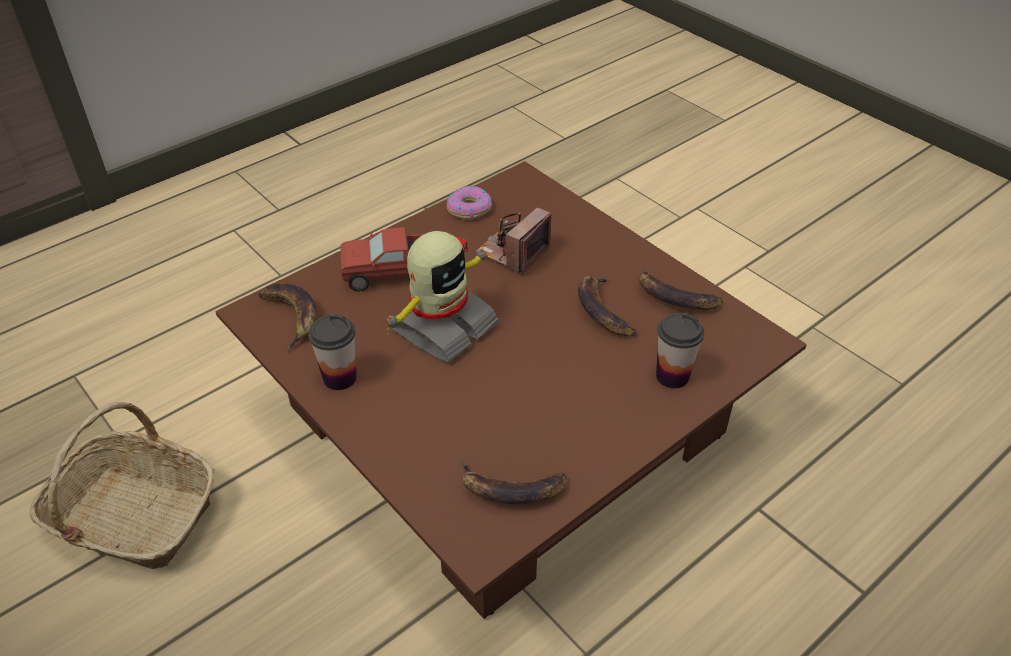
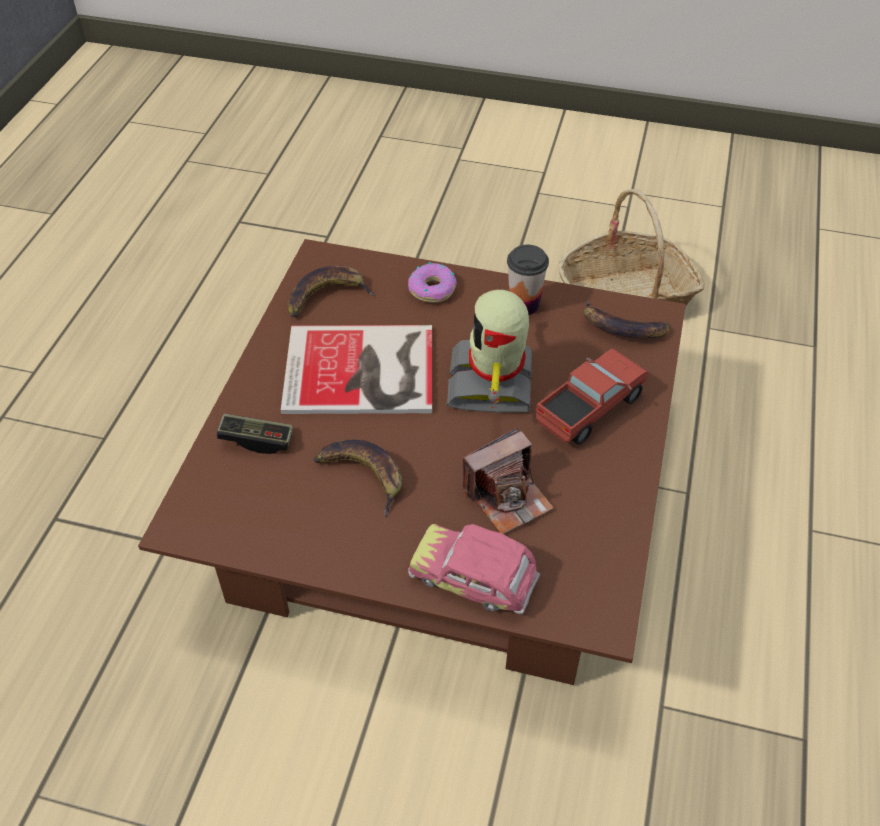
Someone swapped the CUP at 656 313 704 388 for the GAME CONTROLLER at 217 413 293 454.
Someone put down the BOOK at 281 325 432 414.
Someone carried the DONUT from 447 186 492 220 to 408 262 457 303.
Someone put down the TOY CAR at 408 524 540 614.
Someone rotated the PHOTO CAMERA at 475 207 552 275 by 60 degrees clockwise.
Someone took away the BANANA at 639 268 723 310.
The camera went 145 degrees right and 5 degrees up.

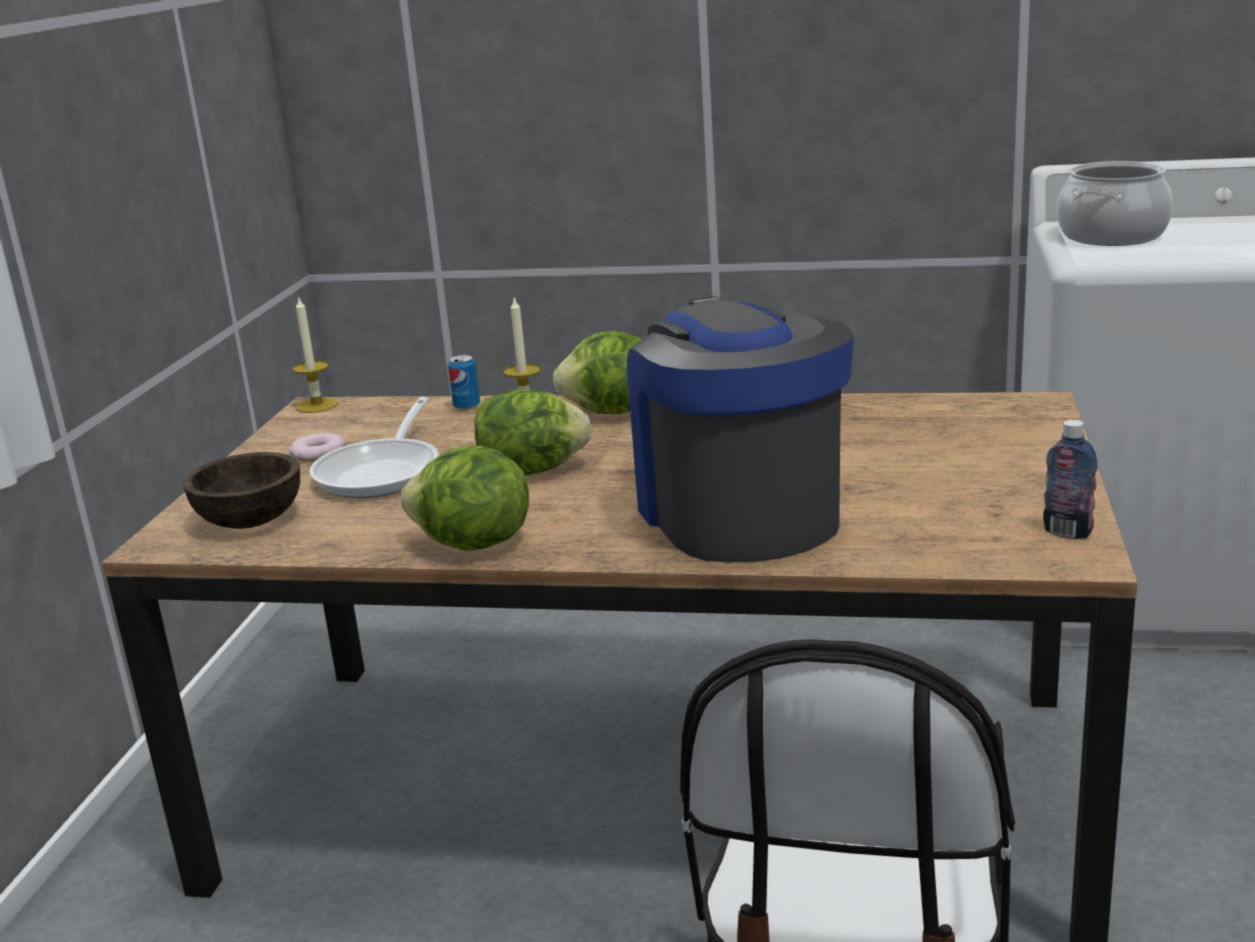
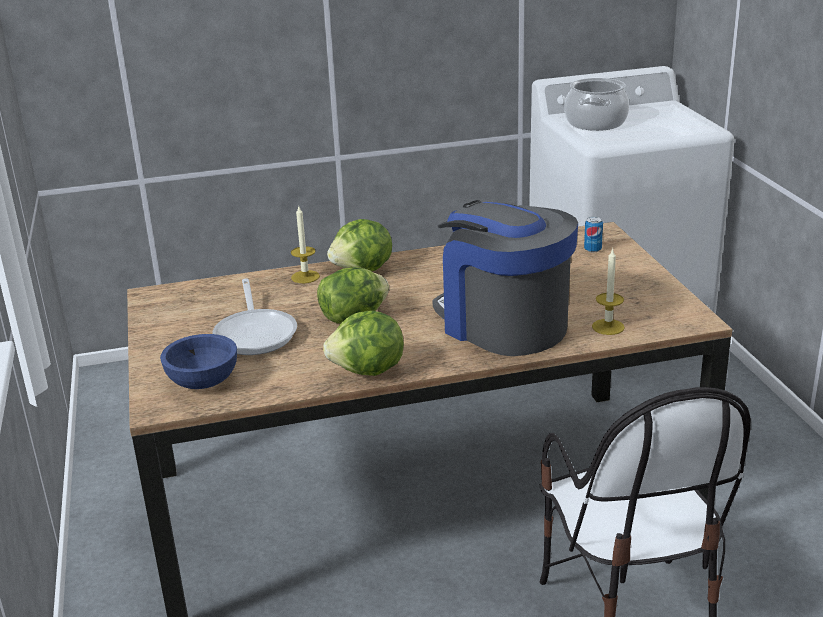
Someone repainted the BROWN BOWL at 183 452 300 529, which became the BLUE BOWL at 160 334 237 389.
Someone carried the CAN from 448 355 480 410 to 584 217 603 252.
Someone carried the CANDLE from 292 296 338 413 to 592 248 625 335.
Someone took away the DONUT at 289 433 345 462.
Someone took away the BOTTLE at 1043 420 1098 539.
The camera went 25 degrees left and 5 degrees up.

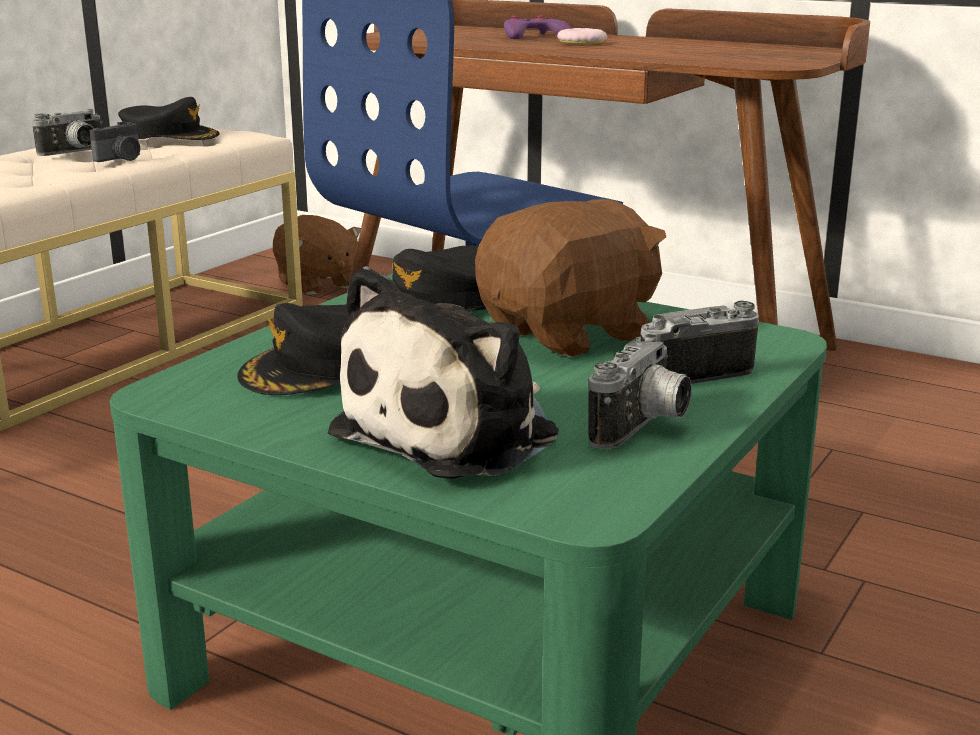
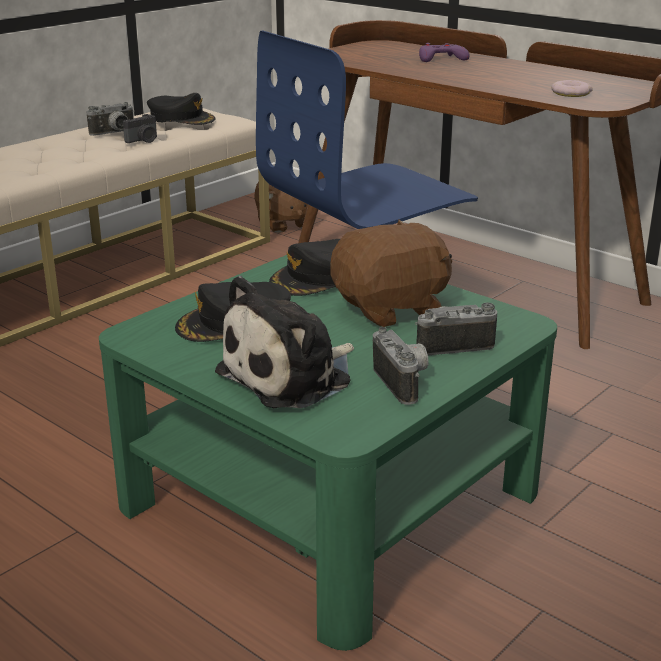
Someone rotated the PHOTO CAMERA at 588 334 692 449 by 60 degrees counterclockwise.
Someone carried the DONUT from 557 28 607 45 to 551 80 593 97.
The camera went 10 degrees right and 5 degrees up.

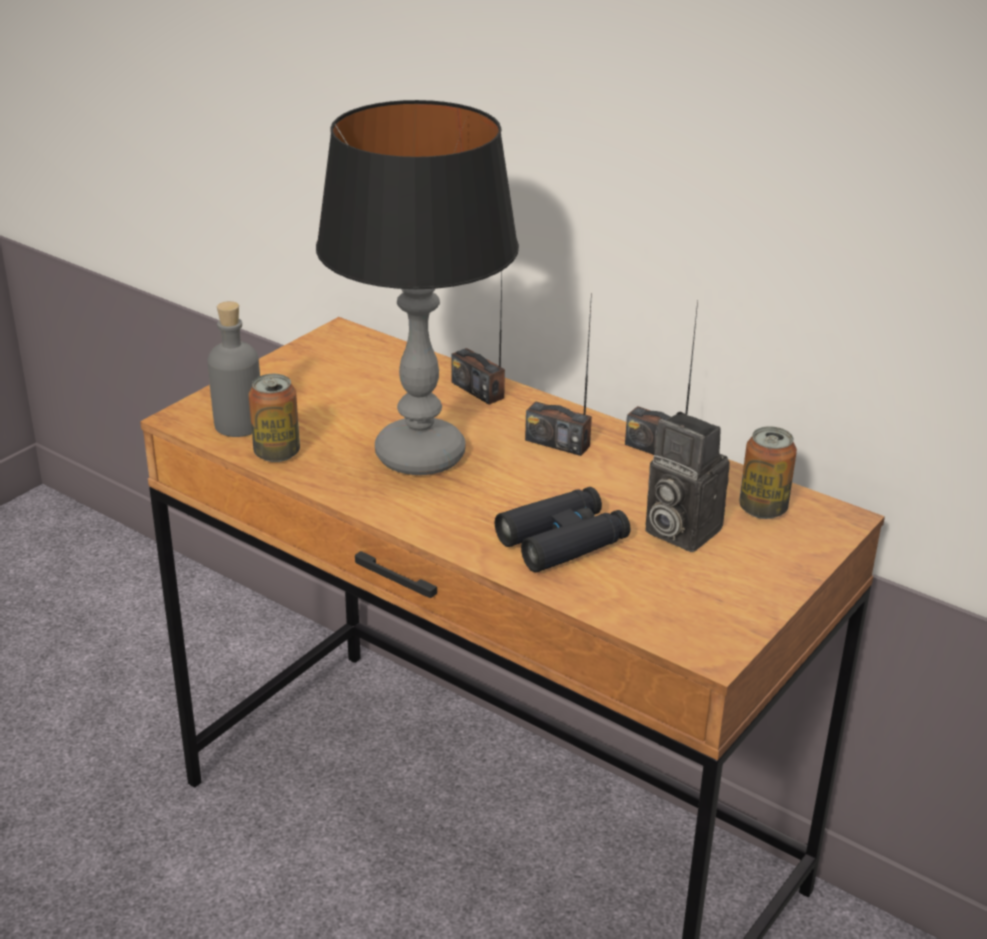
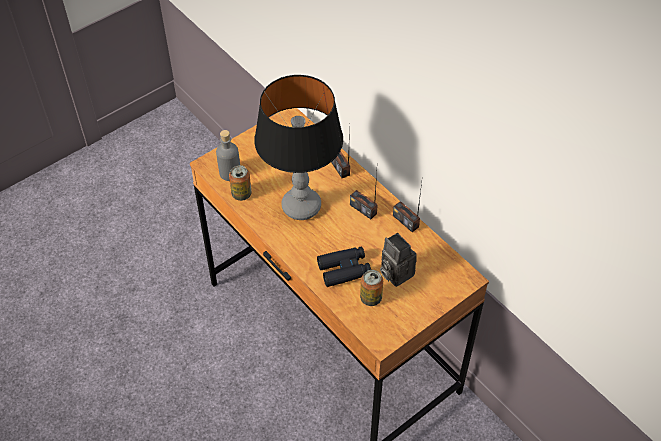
Someone carried the CAN from 739 426 797 519 to 360 270 383 306.
The camera went 15 degrees right and 20 degrees up.

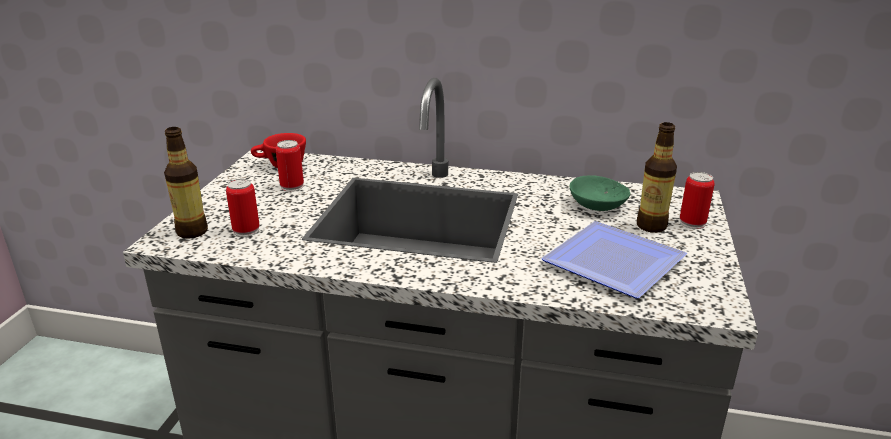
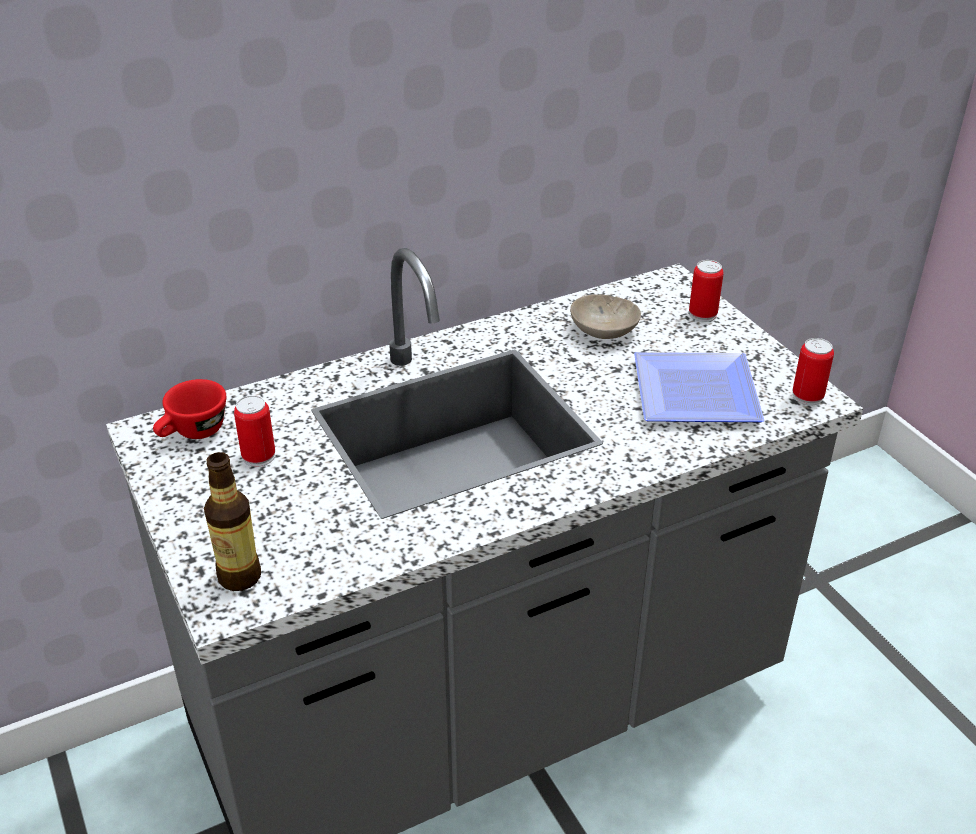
Someone repainted the GREEN BOWL at 569 175 630 211, which became the BEIGE BOWL at 570 294 641 339.
Someone carried the CAN from 226 179 260 237 to 793 338 834 405.
Someone took away the BOTTLE at 637 122 677 233.
The camera went 40 degrees left and 10 degrees up.

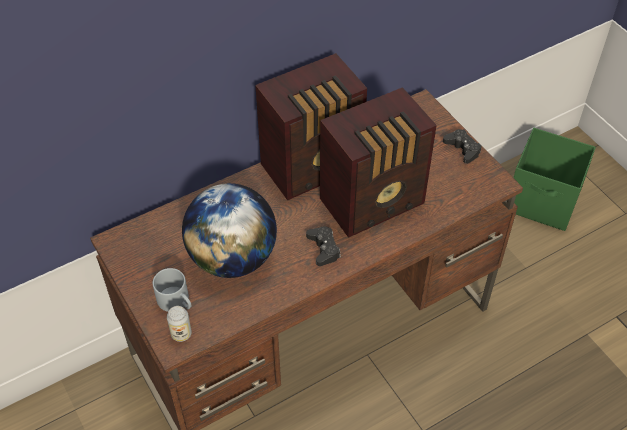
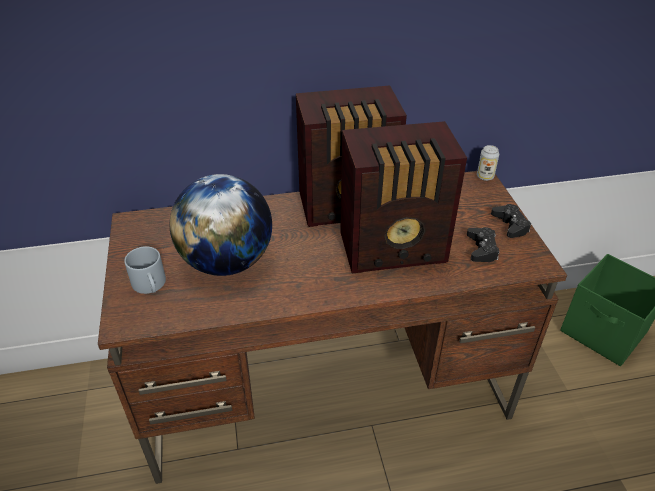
Someone carried the BLACK GAME CONTROLLER from 306 226 341 266 to 467 227 499 262.
Someone carried the CAN from 167 306 192 342 to 477 145 499 181.
The camera went 20 degrees right and 10 degrees down.

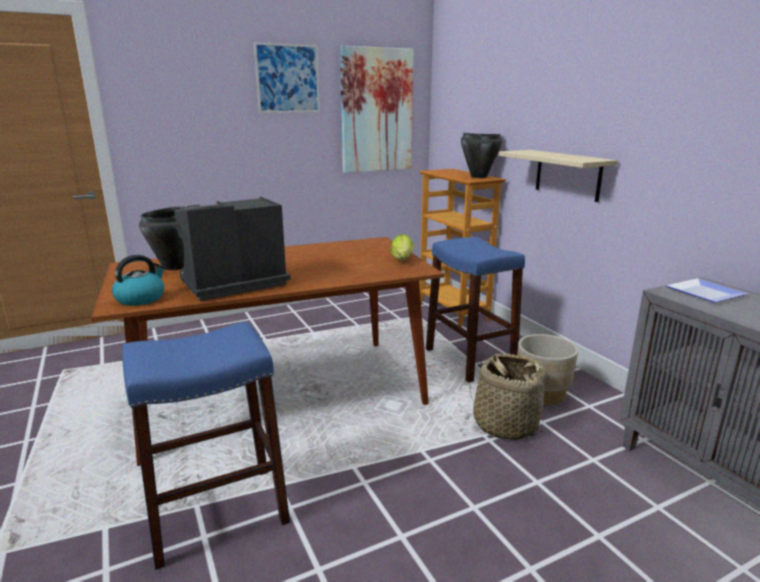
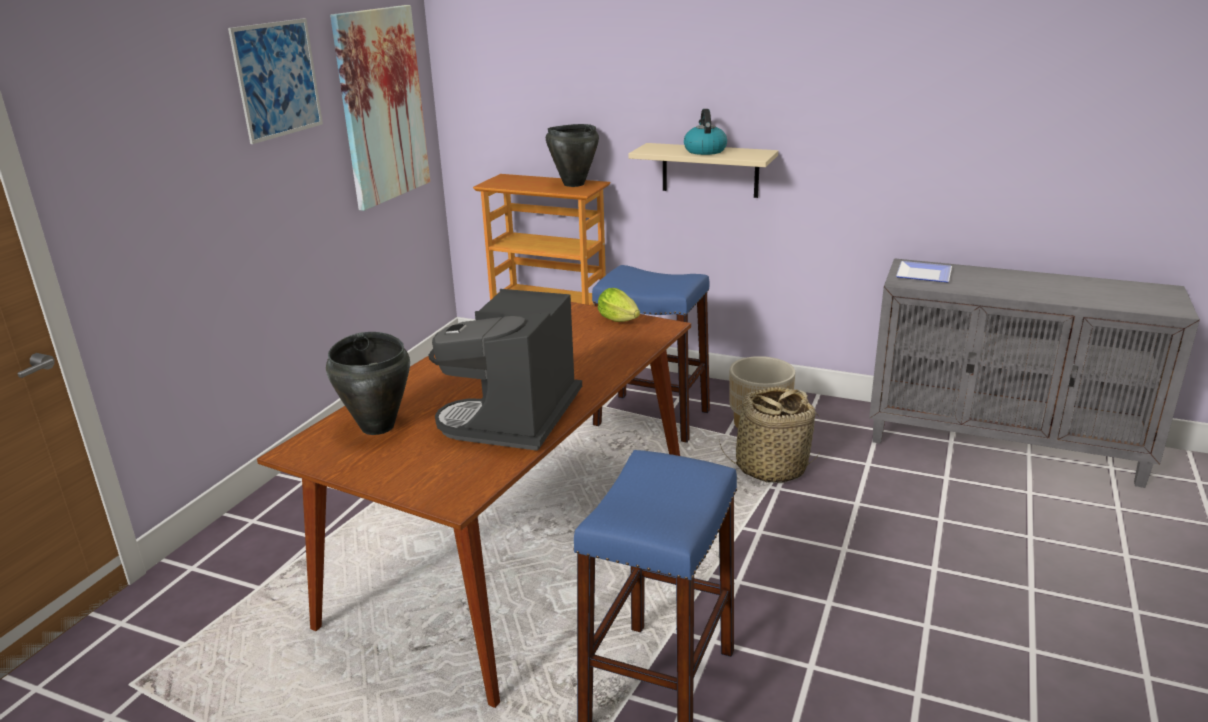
Someone carried the KETTLE from 112 255 166 306 to 684 109 727 155.
The camera went 40 degrees left and 5 degrees up.

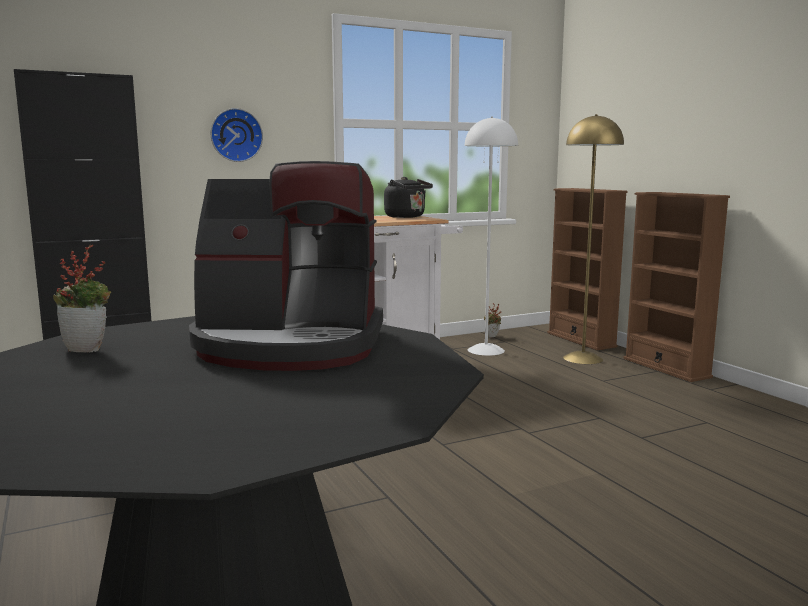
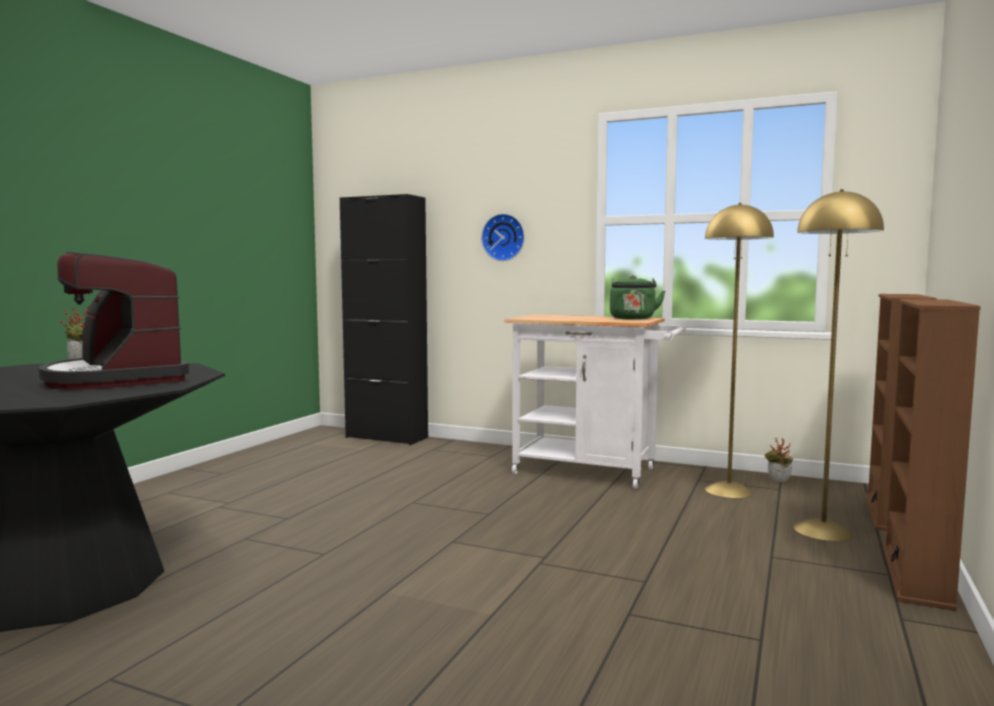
Someone repainted the BLACK KETTLE at 384 177 433 218, which became the GREEN KETTLE at 610 275 665 319.
Someone repainted the WHITE FLOOR LAMP at 465 116 518 356, which became the YELLOW FLOOR LAMP at 705 203 774 498.
The camera went 50 degrees right and 5 degrees down.

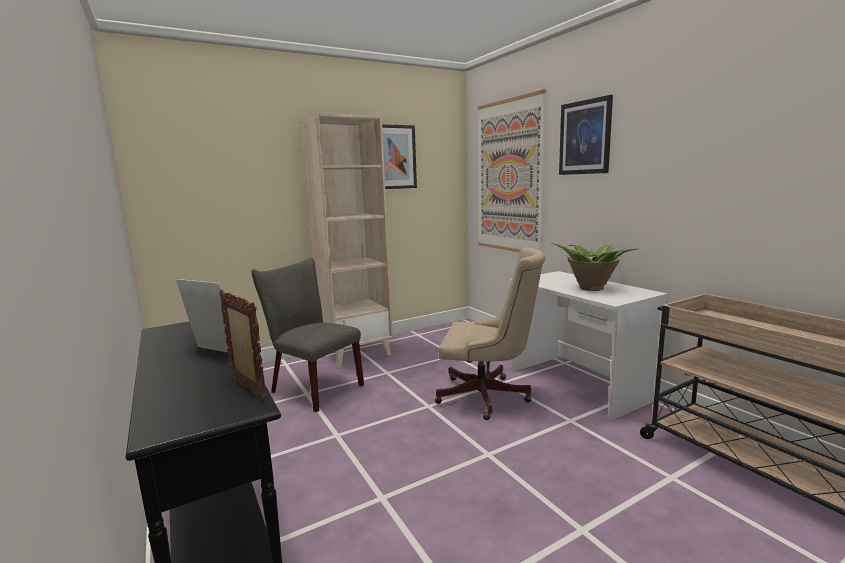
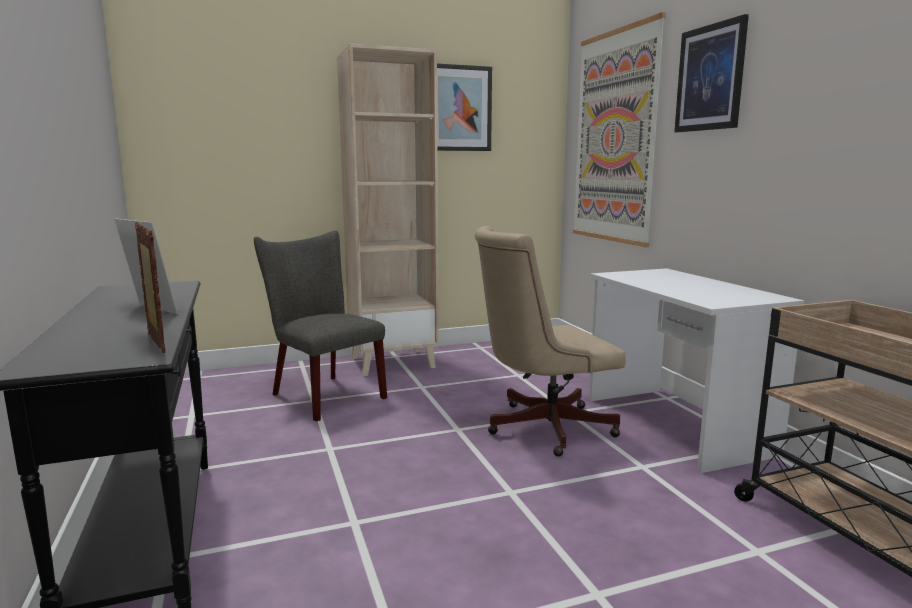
Someone rotated the BEIGE OFFICE CHAIR at 435 247 546 420 by 135 degrees clockwise.
Someone took away the POTTED PLANT at 551 243 637 291.
The camera went 10 degrees right and 0 degrees up.

